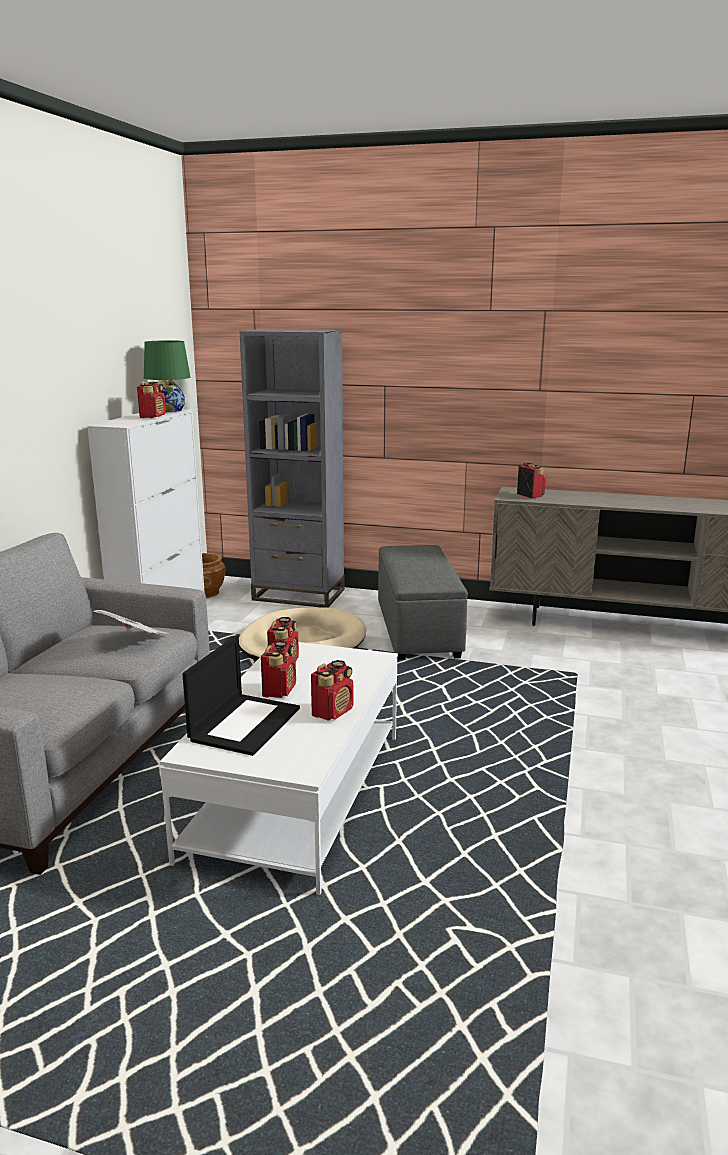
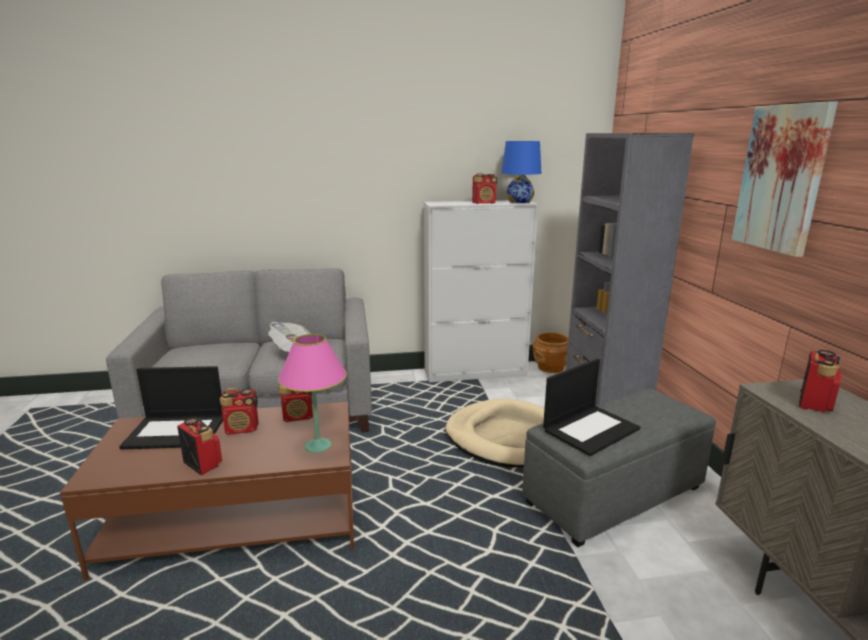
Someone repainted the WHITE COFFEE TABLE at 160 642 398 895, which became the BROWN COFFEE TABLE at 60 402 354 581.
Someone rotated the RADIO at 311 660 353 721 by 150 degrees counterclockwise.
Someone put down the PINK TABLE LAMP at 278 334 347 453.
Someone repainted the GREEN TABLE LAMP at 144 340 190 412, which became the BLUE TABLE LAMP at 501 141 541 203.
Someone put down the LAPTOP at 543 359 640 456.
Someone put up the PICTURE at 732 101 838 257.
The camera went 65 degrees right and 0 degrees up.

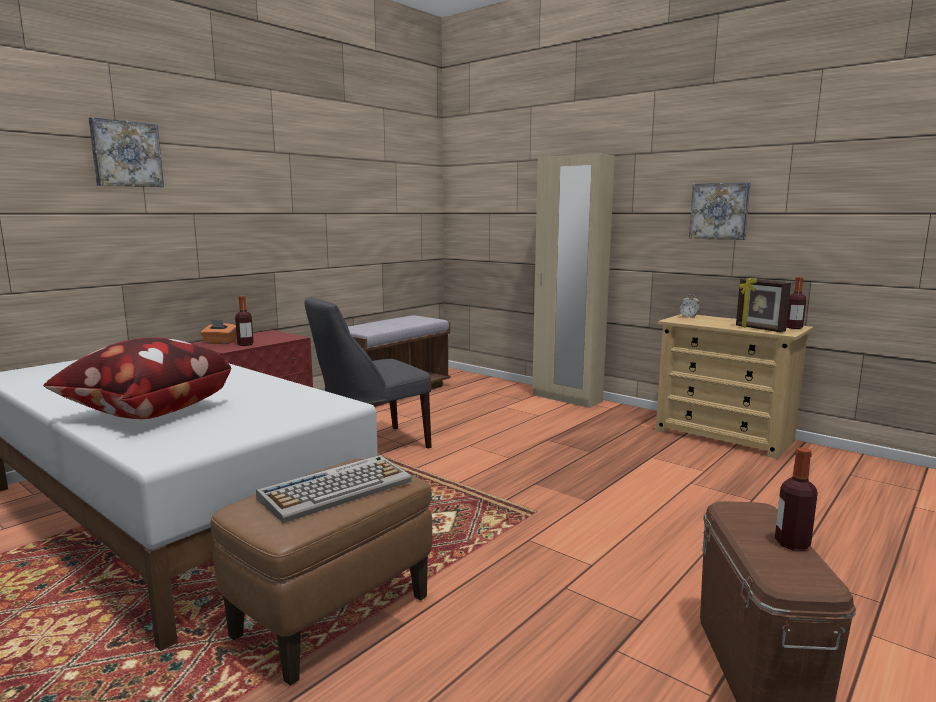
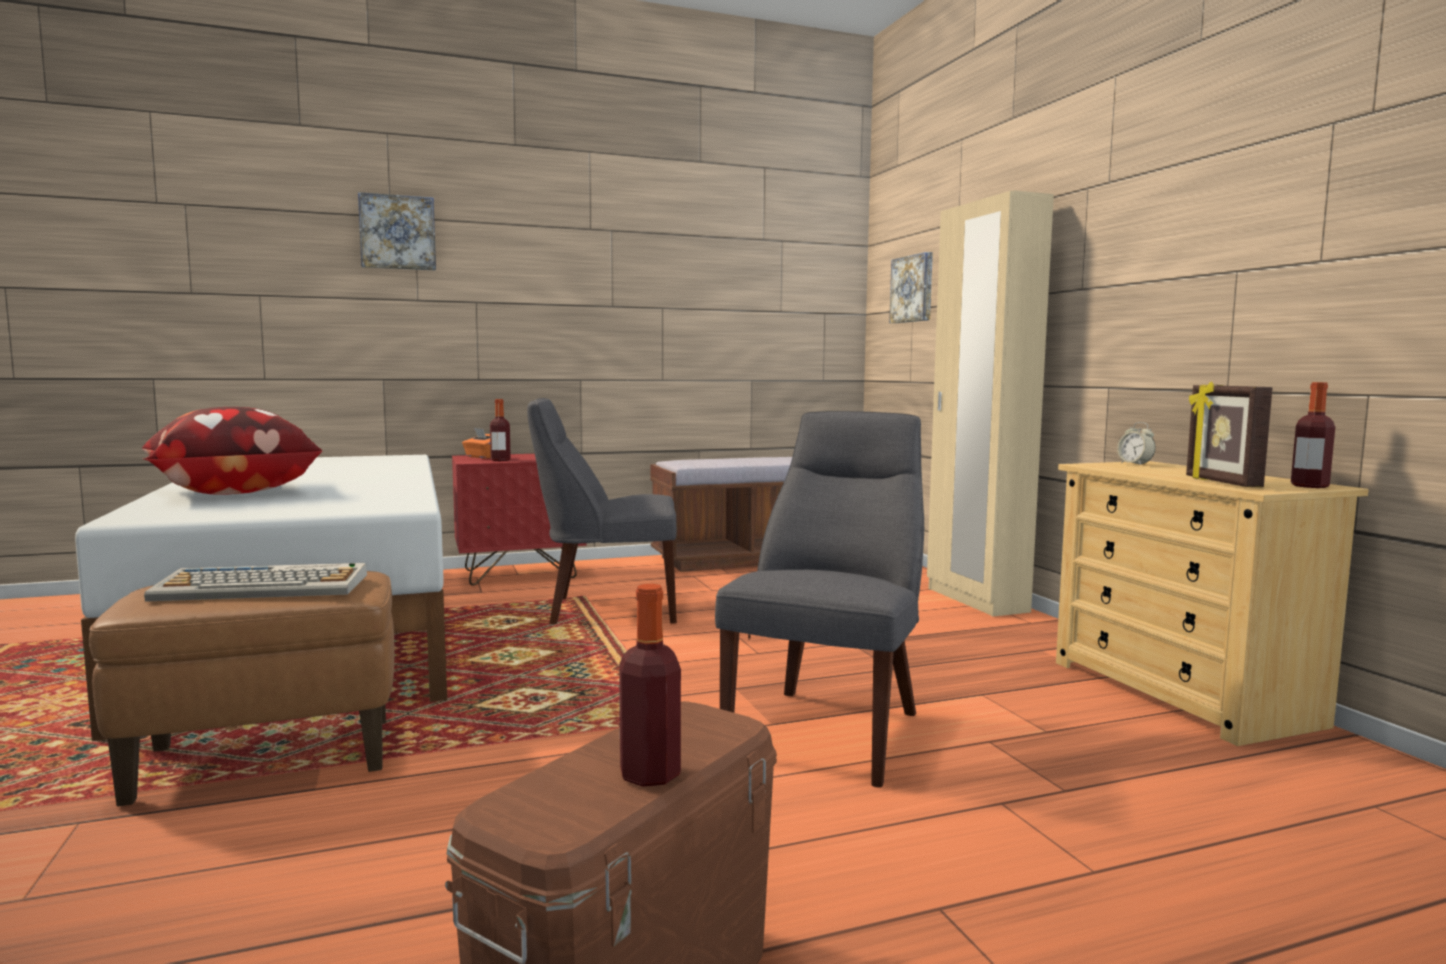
Someone put down the GREY CHAIR at 715 411 924 788.
Someone carried the PICTURE from 689 182 751 240 to 889 252 933 323.
The camera went 30 degrees right and 5 degrees down.

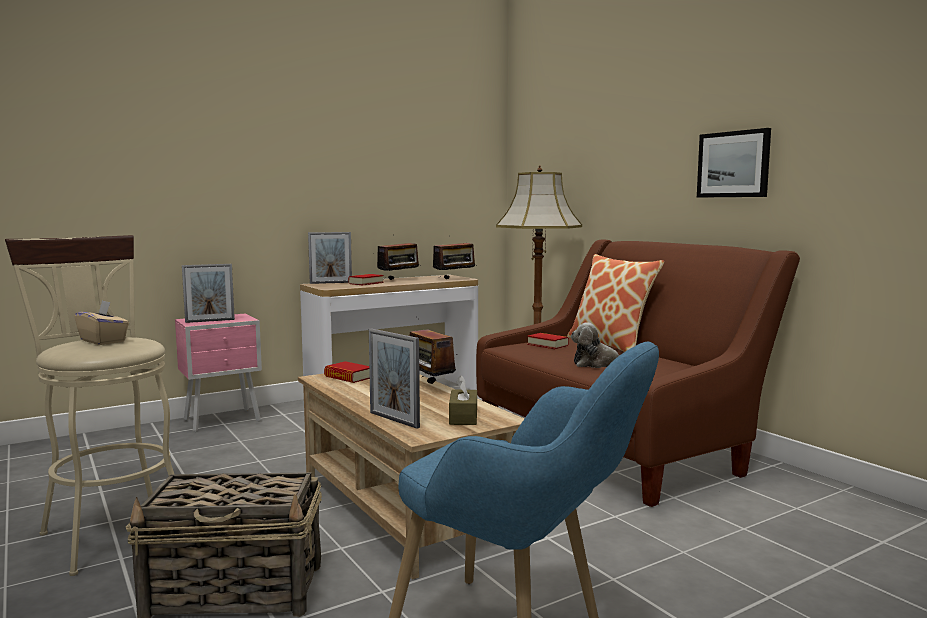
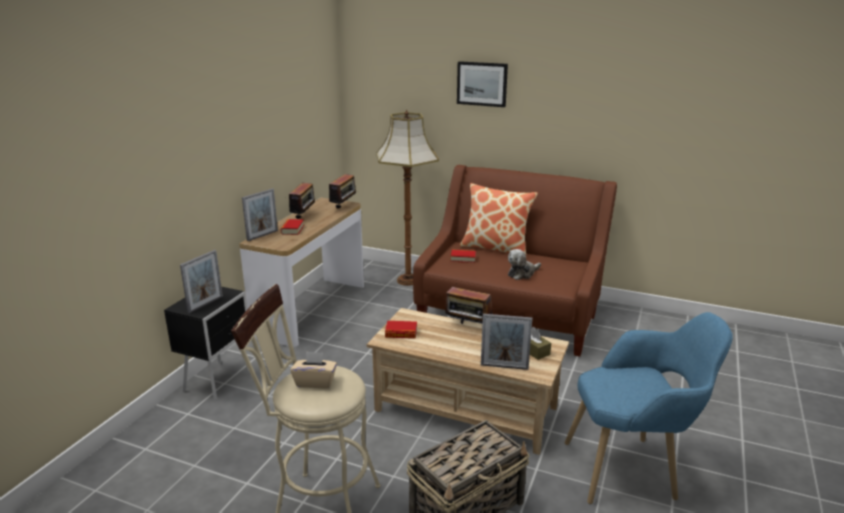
Someone repainted the PINK NIGHTSTAND at 175 314 262 432, which became the BLACK NIGHTSTAND at 164 287 250 400.
Someone carried the PICTURE from 697 128 771 198 to 457 61 508 107.
The camera went 35 degrees left and 15 degrees up.

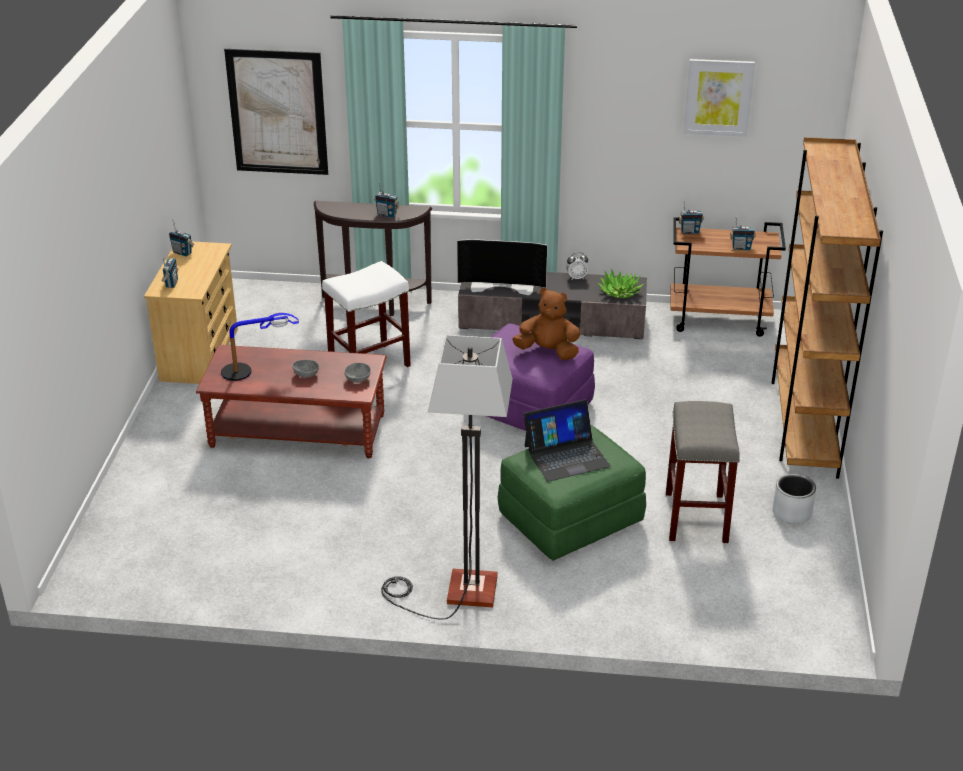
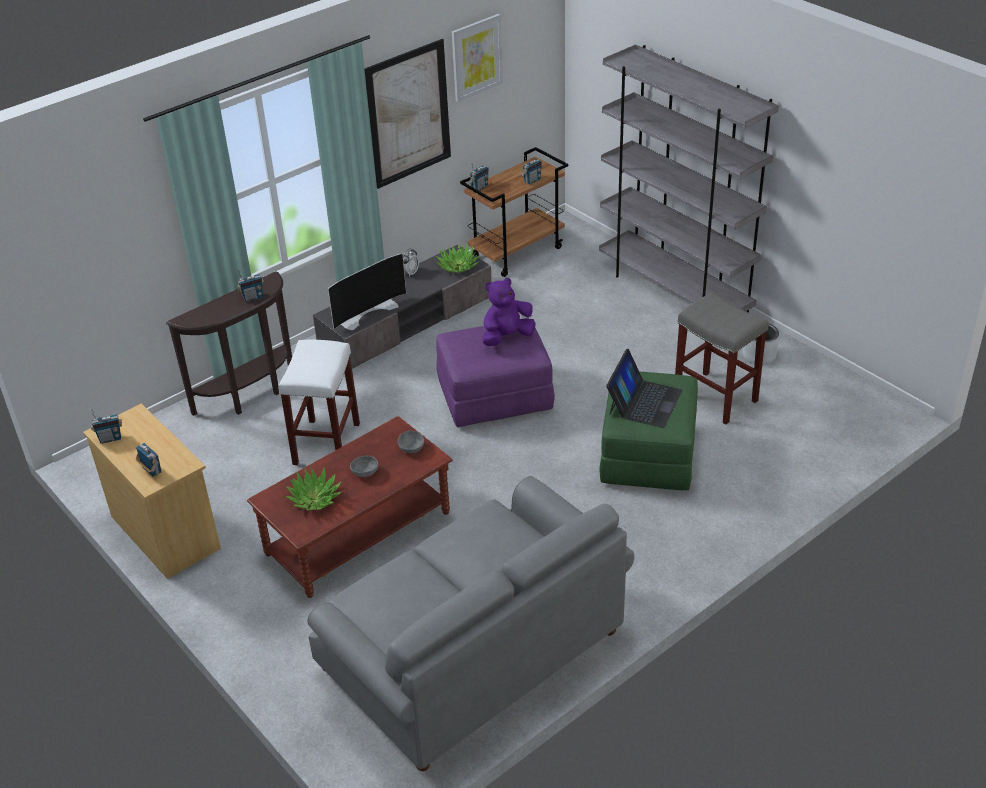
Someone swapped the TABLE LAMP at 221 313 299 381 for the POTTED PLANT at 285 468 342 510.
Someone put down the GREY SOFA at 307 476 634 771.
Someone carried the PICTURE from 224 49 328 175 to 364 39 451 189.
Someone repainted the BROWN PLUSH TOY at 512 288 580 360, which became the PURPLE PLUSH TOY at 482 278 536 346.
Someone repainted the BROWN BOOKCASE at 772 137 883 479, which became the GREY BOOKCASE at 599 44 779 313.
Someone took away the FLOOR LAMP at 381 335 513 620.
The camera went 45 degrees left and 5 degrees up.

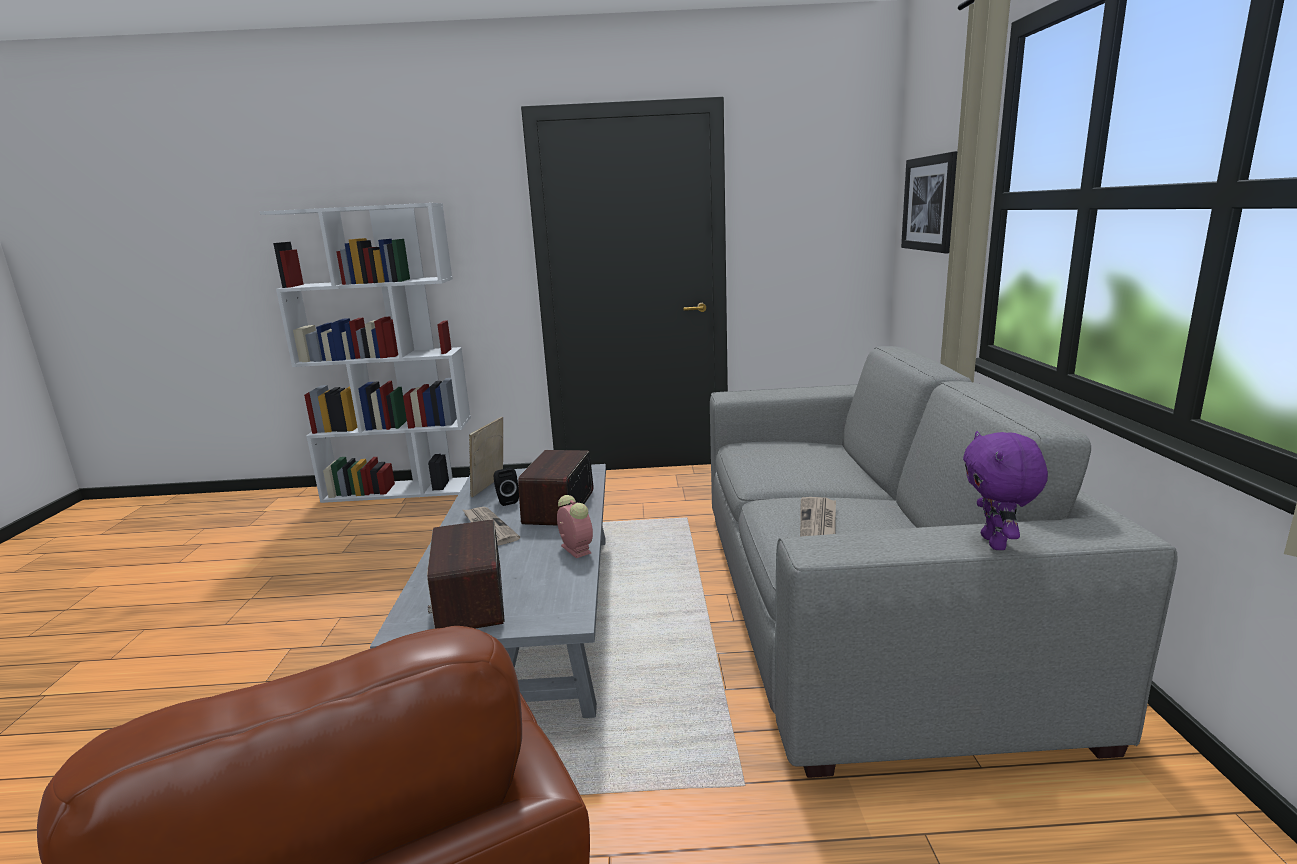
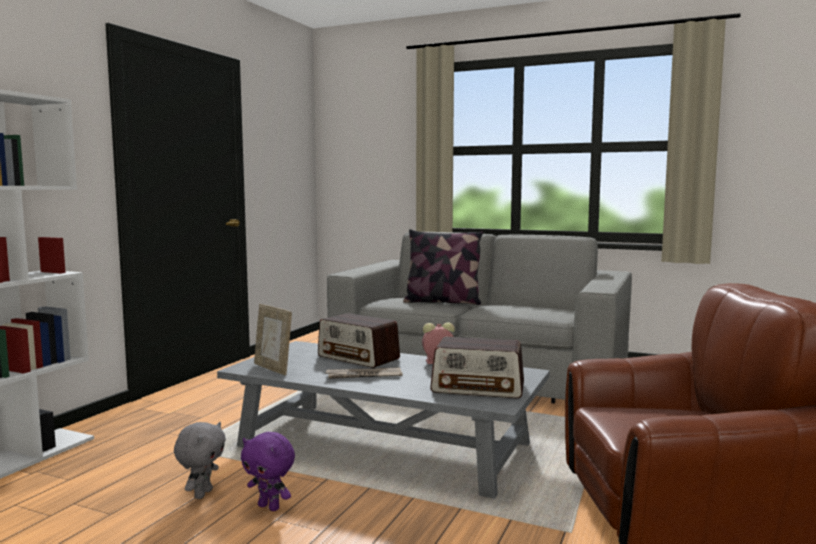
Someone put down the GREY PLUSH TOY at 174 422 226 499.
Someone carried the PURPLE PLUSH TOY from 963 431 1048 550 to 241 432 295 511.
Someone put down the PILLOW at 403 229 483 305.
Someone took away the BLACK SPEAKER at 494 468 519 506.
Someone took away the NEWSPAPER at 800 497 836 536.
Someone took away the PICTURE at 901 151 957 253.
The camera went 65 degrees left and 10 degrees down.

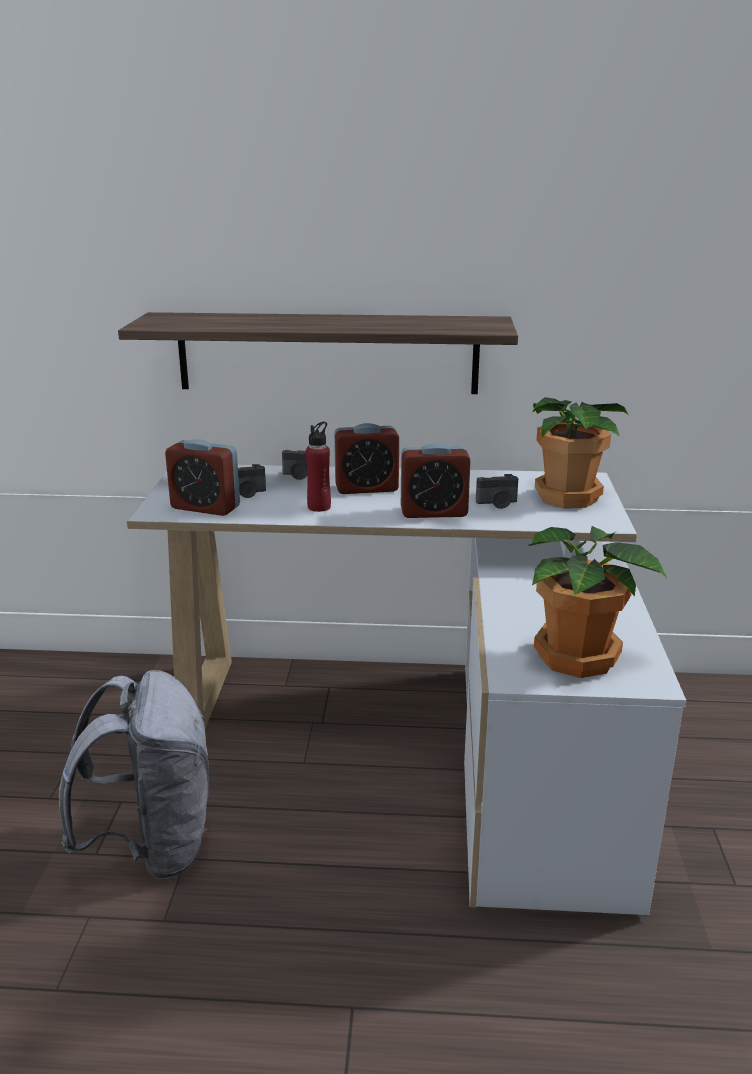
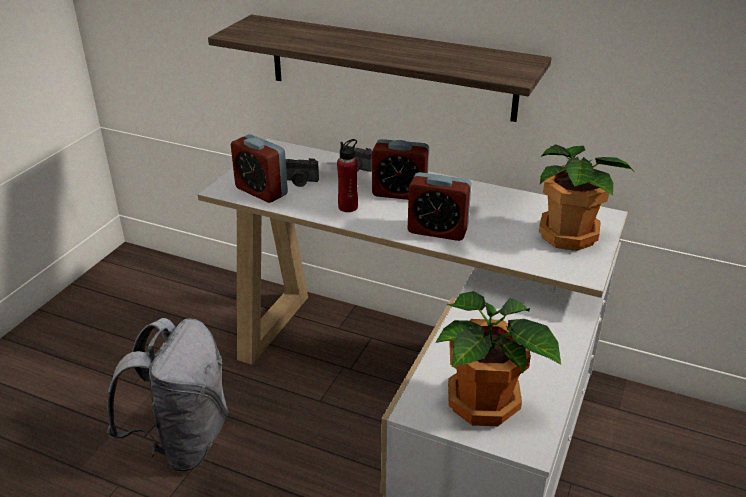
Someone took away the PHOTO CAMERA at 476 474 518 509.
The camera went 20 degrees right and 10 degrees up.

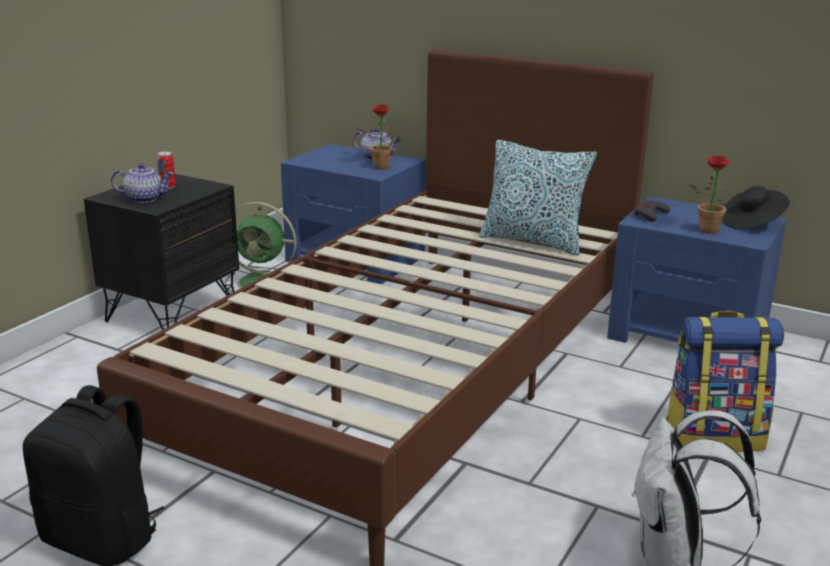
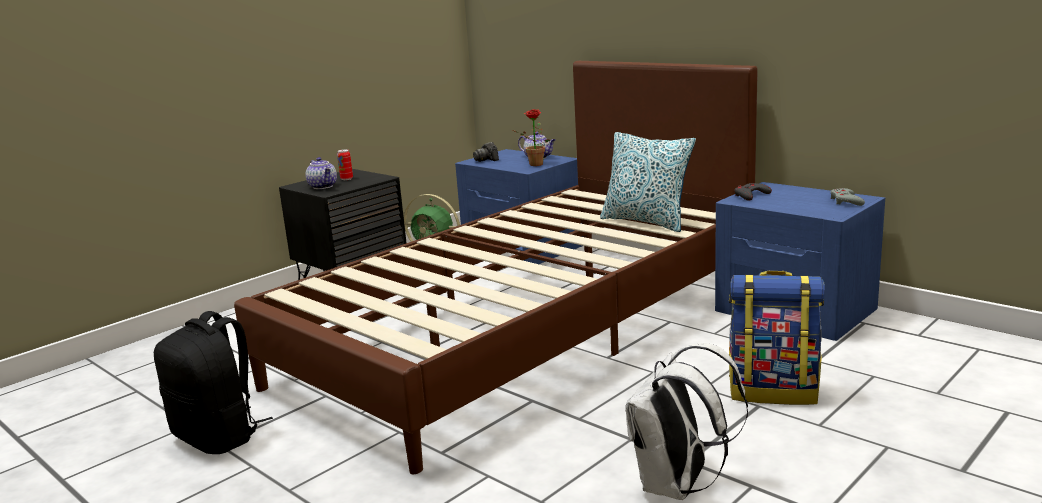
Someone rotated the TEAPOT at 111 163 174 203 by 45 degrees clockwise.
Someone put down the PHOTO CAMERA at 473 142 499 162.
Someone swapped the BLACK HAT at 722 186 789 230 for the GREY GAME CONTROLLER at 830 188 865 206.
Someone took away the POTTED PLANT at 689 155 744 234.
The camera went 15 degrees right and 5 degrees down.

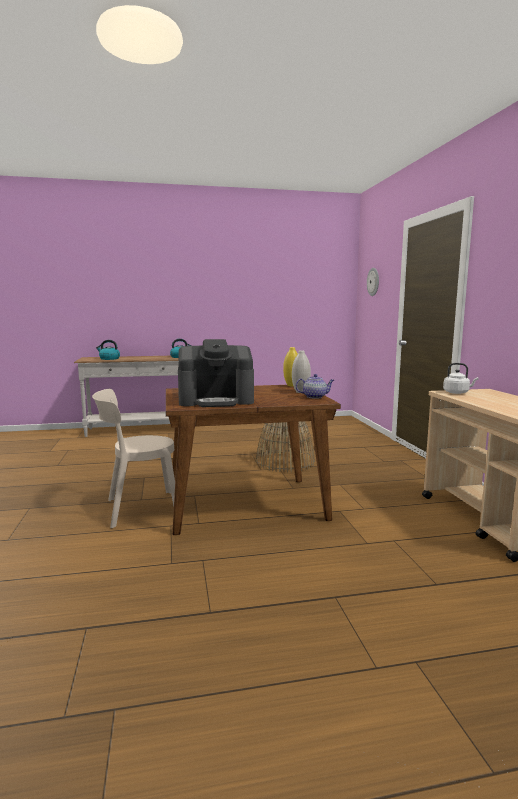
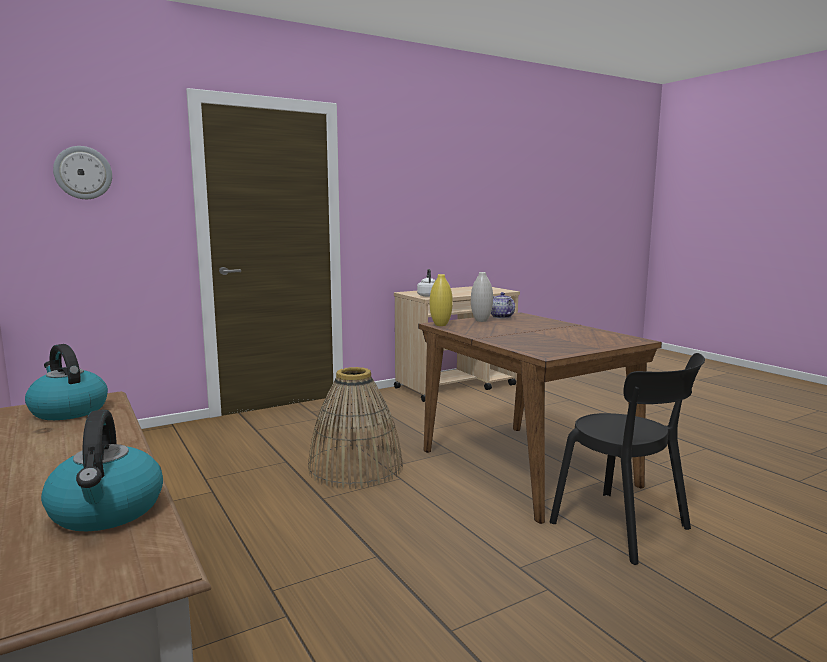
Someone repainted the BEIGE CHAIR at 92 389 175 528, which became the BLACK CHAIR at 550 353 705 565.
Someone took away the COFFEE MACHINE at 178 339 254 407.
The camera went 110 degrees left and 0 degrees up.

